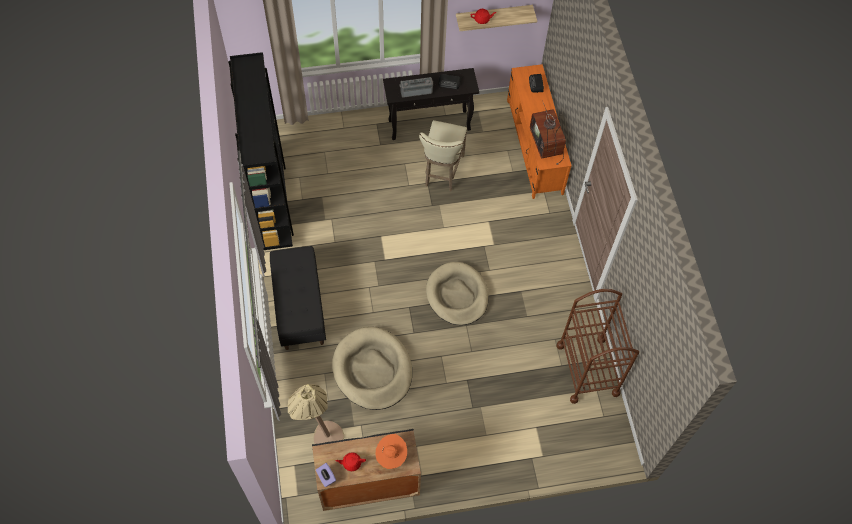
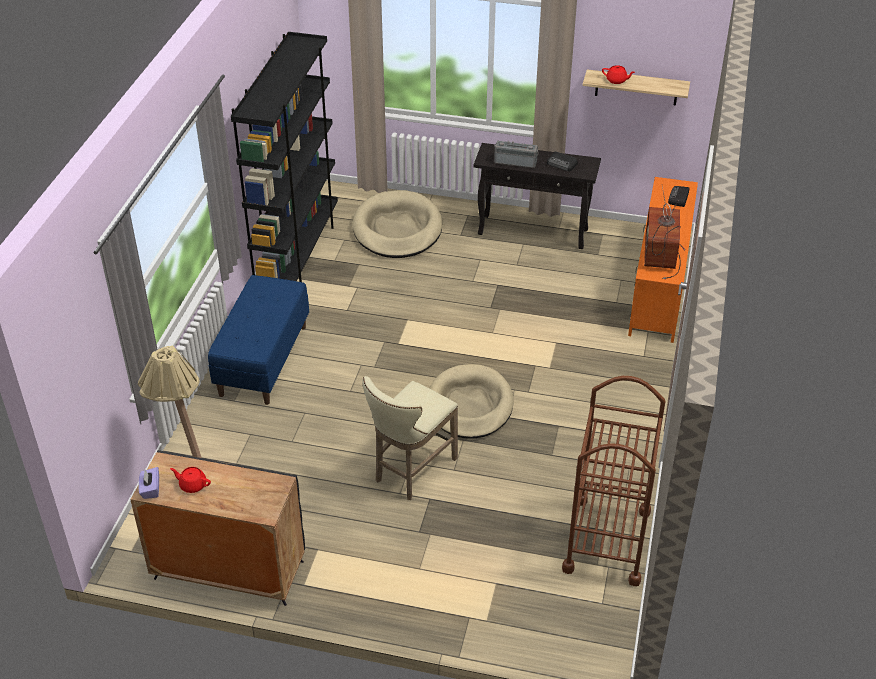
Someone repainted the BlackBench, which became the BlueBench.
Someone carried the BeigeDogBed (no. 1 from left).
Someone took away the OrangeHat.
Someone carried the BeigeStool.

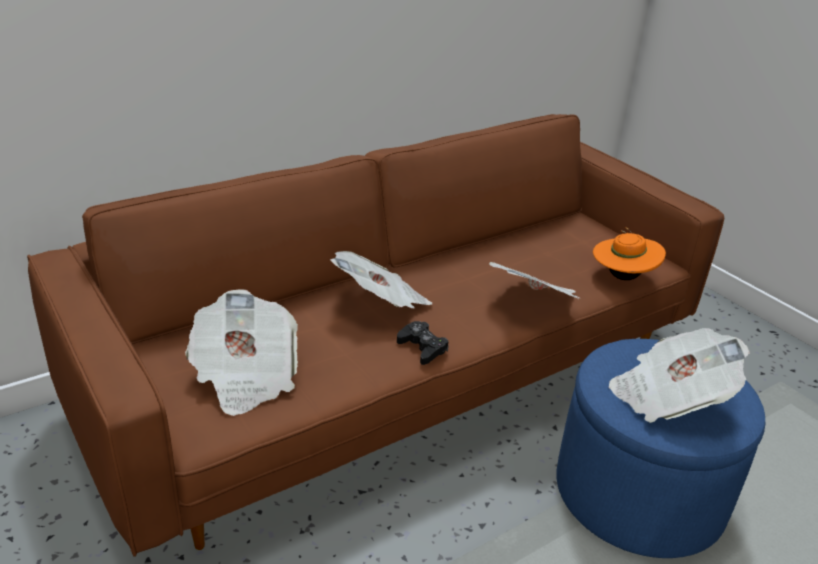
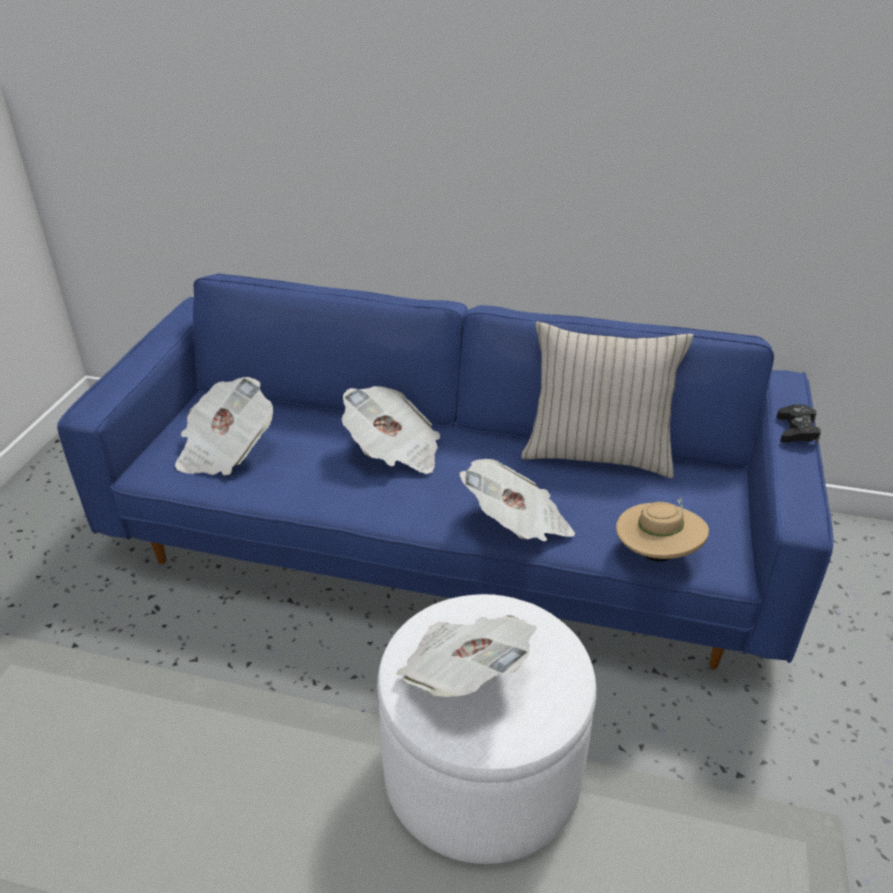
Someone repainted the BrownSofa, which became the BlueSofa.
Someone carried the BlackGameController.
Someone repainted the BlueOttoman, which became the WhiteOttoman.
Someone repainted the OrangeHat, which became the BeigeHat.
Someone put down the BeigePillow.

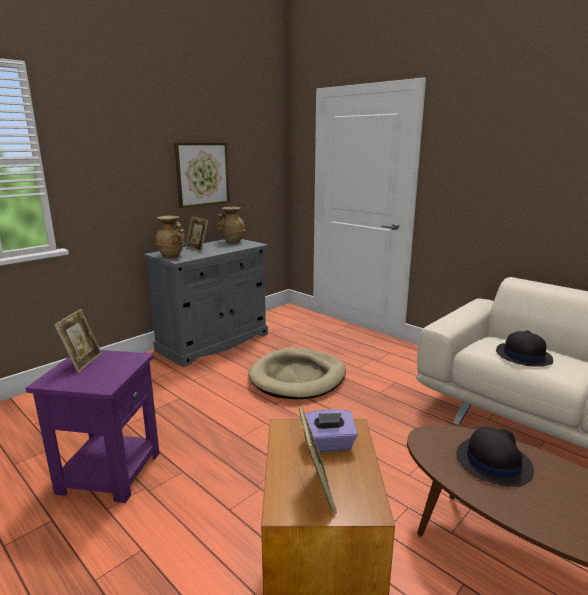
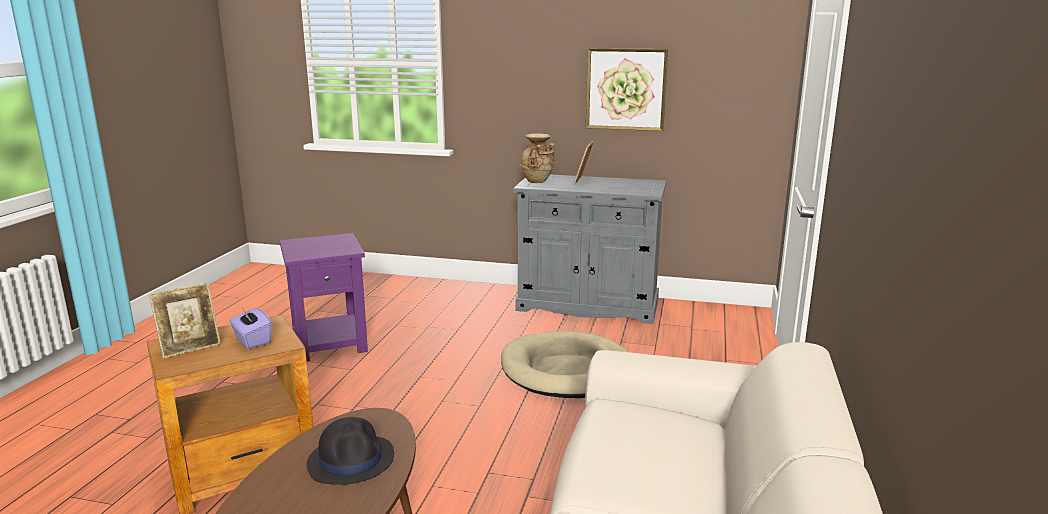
Someone took away the PictureFrame (no. 1 from left).
Someone took away the BeigeVase (no. 2 from left).
Someone took away the BlackHat (no. 2 from left).

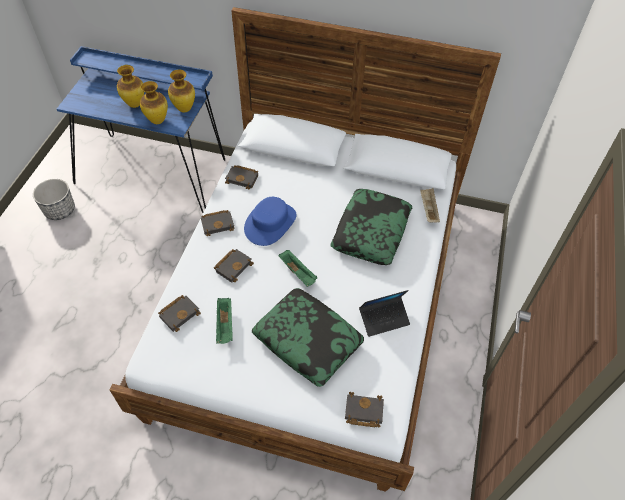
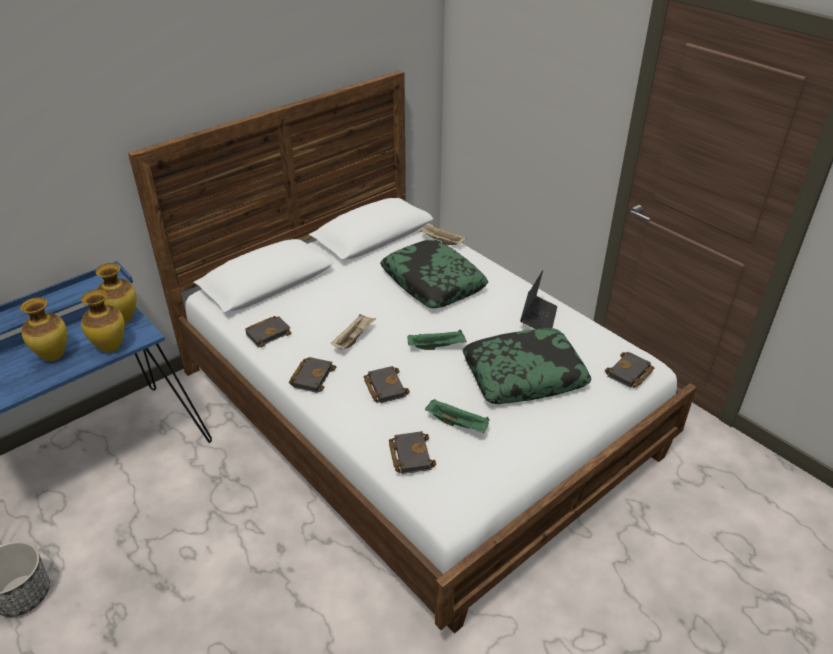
Someone swapped the BlueHat for the BeigeTray (no. 1 from left).

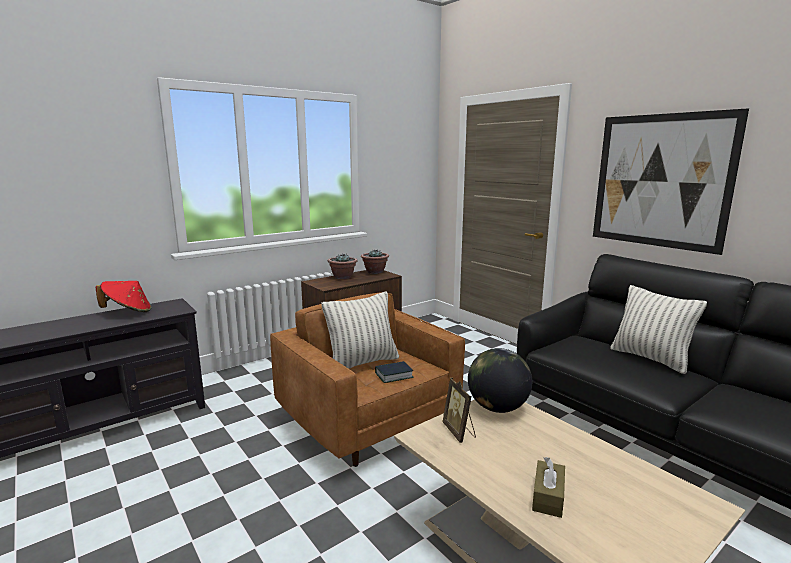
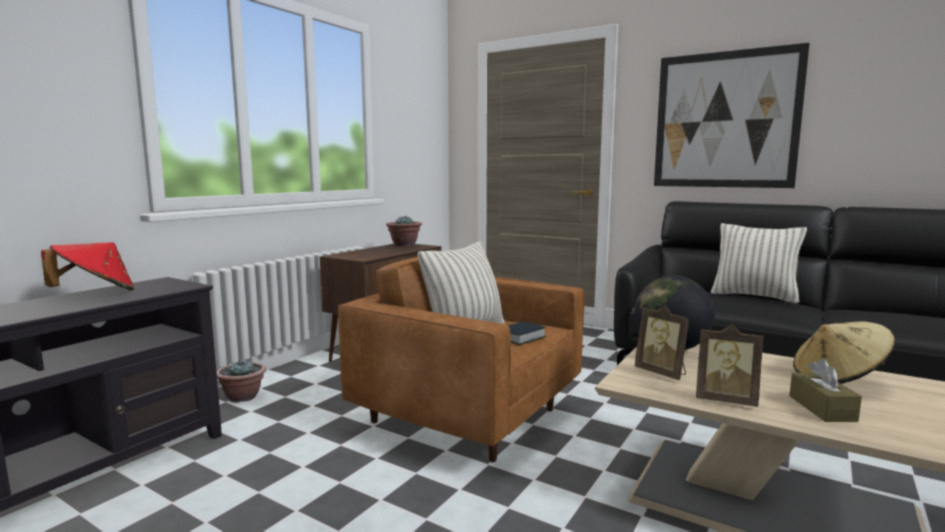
Someone carried the PottedPlant (no. 1 from left).
Someone put down the PictureFrame (no. 2 from left).
Someone put down the BeigeHat.

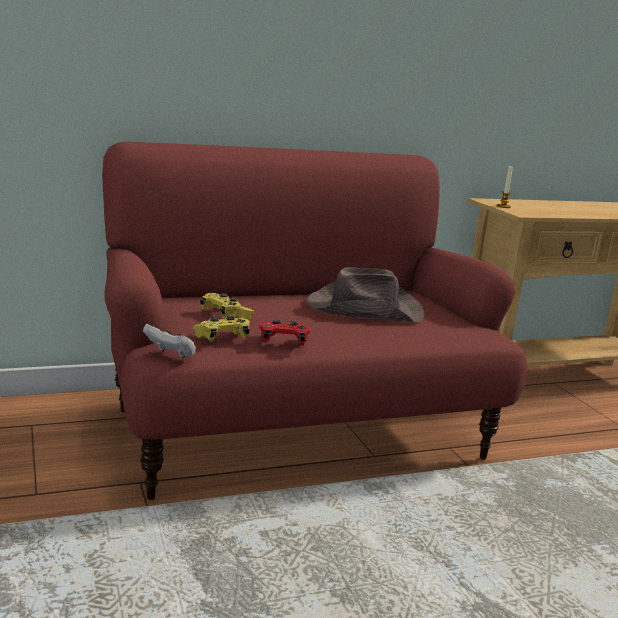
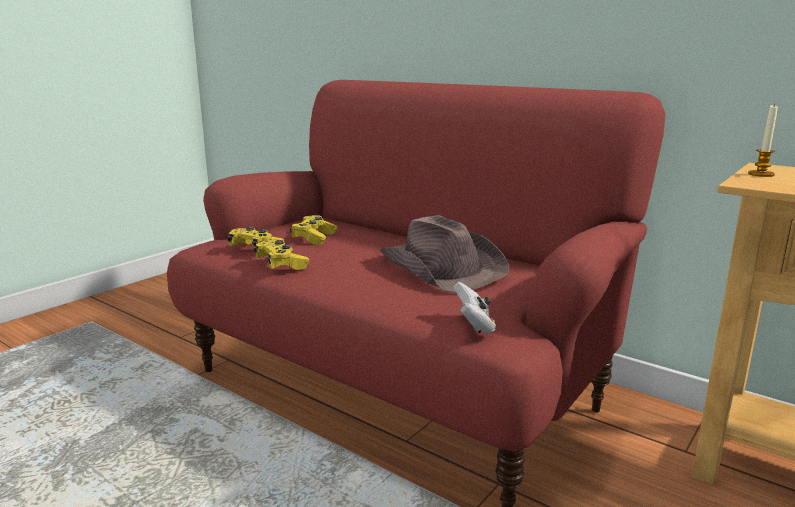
Someone carried the WhiteGameController.
Someone repainted the RedGameController, which became the YellowGameController (no. 2 from left).

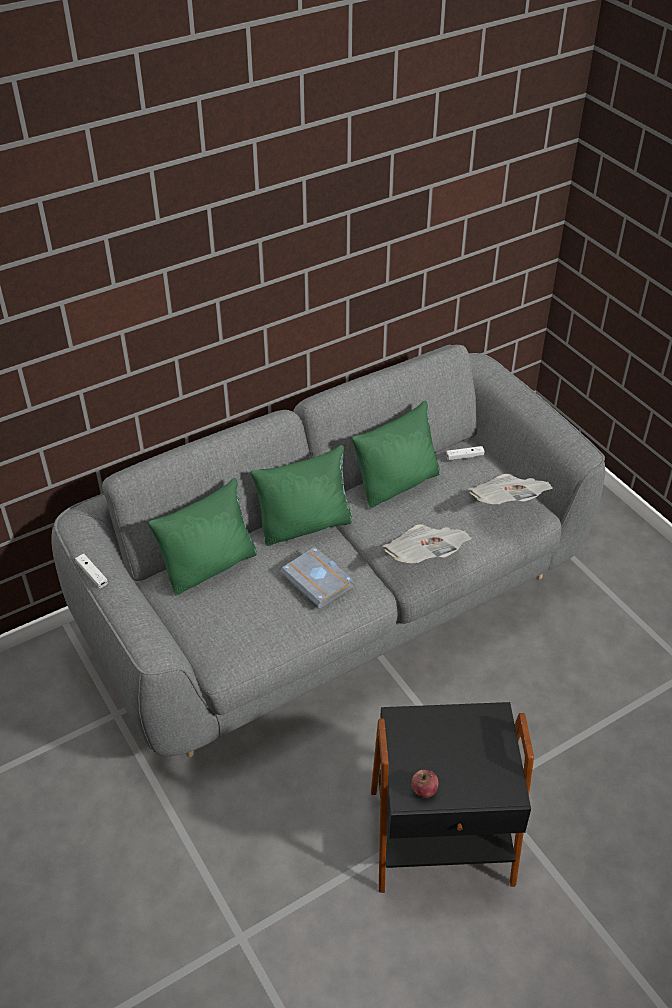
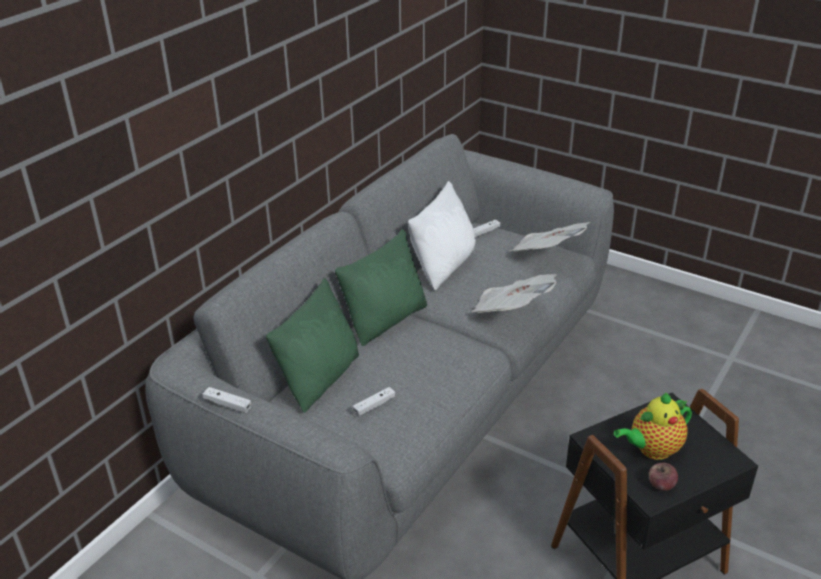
Someone took away the GreyBook.
Someone repainted the GreenPillow (no. 3 from left), which became the WhitePillow.
Someone put down the WhiteGameController (no. 2 from left).
Someone put down the Teapot.

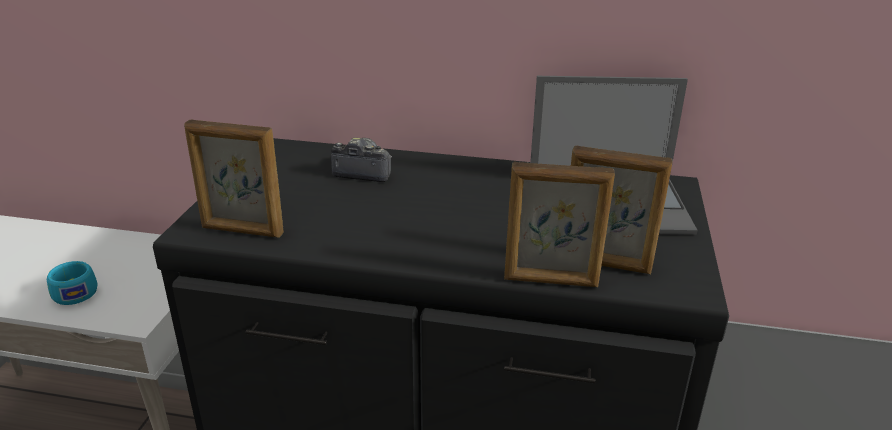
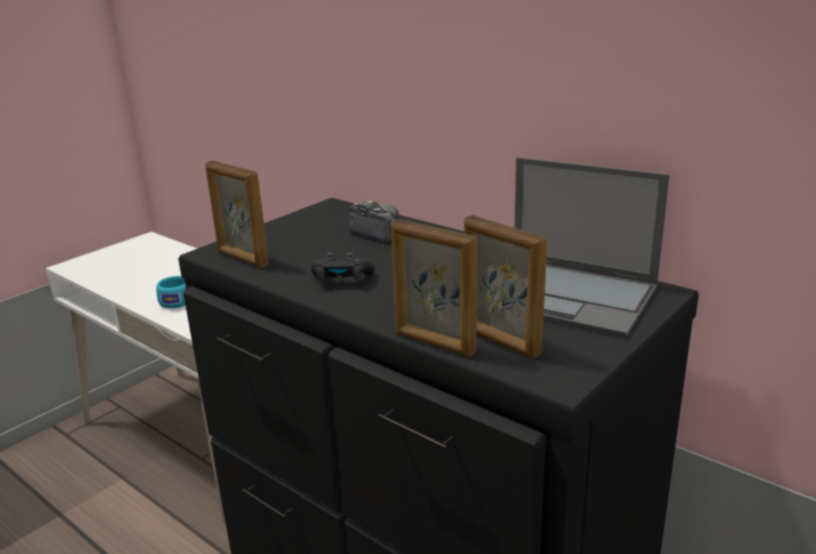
Someone put down the BlackGameController.

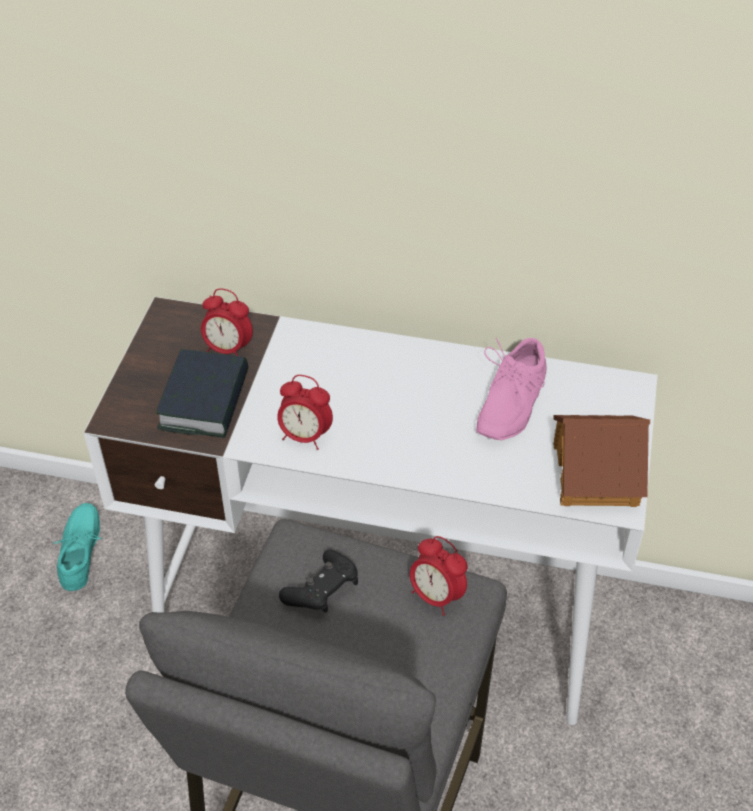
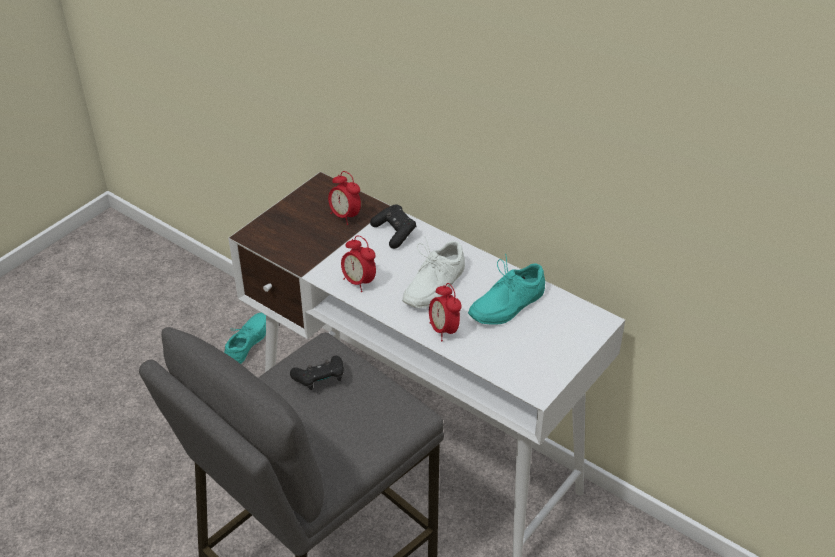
Someone took away the Book.
Someone carried the AlarmClock (no. 3 from left).
Someone repainted the PinkShoe, which became the TurquoiseShoe (no. 2 from left).
Someone took away the ToyHouse.
Someone put down the BlackGameController (no. 2 from left).
Someone put down the WhiteShoe.

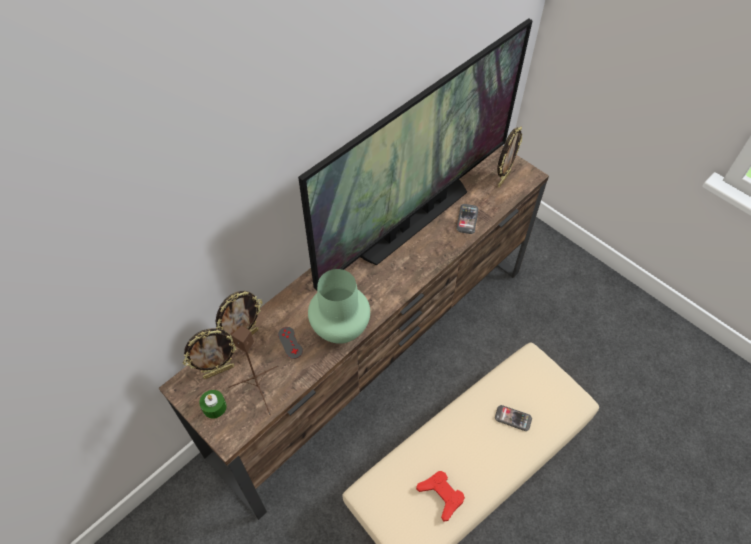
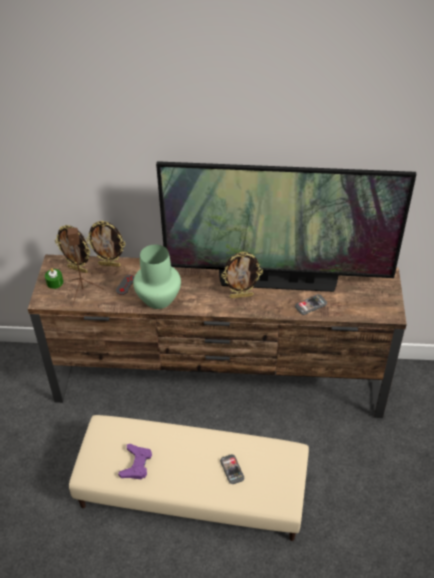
Someone repainted the RedGameController, which became the PurpleGameController.
Someone carried the PictureFrame (no. 3 from left).

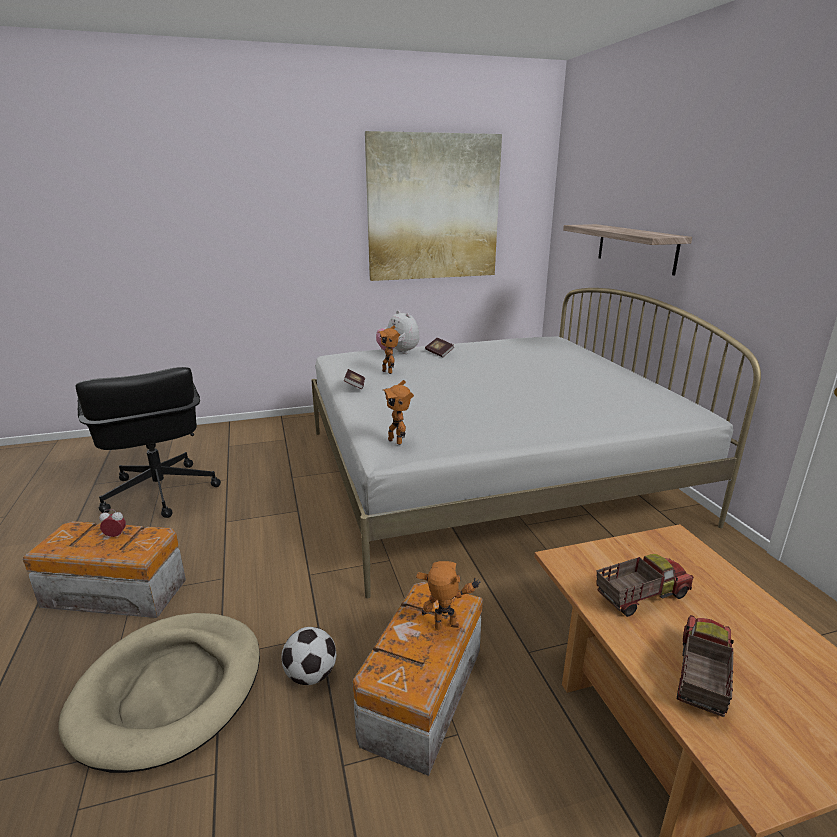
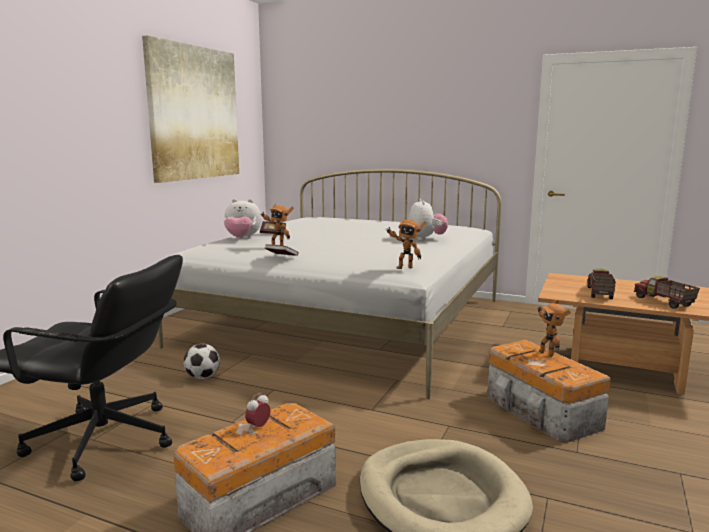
Someone carried the Football.
Someone rotated the ToyRobot (no. 3 from left) by 60 degrees counterclockwise.
Someone took away the Shelf.
Someone put down the PlushToy (no. 2 from left).

